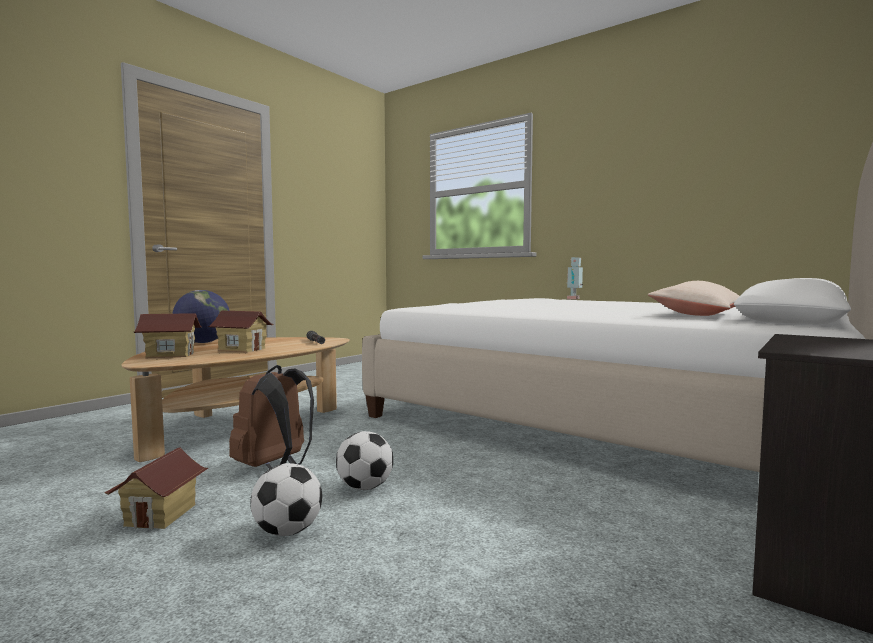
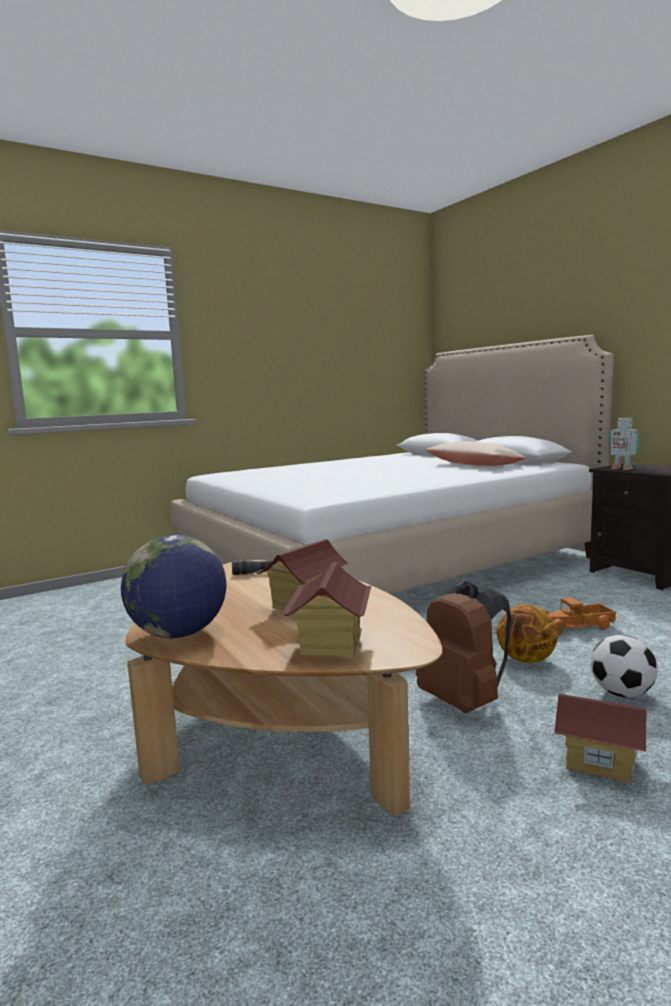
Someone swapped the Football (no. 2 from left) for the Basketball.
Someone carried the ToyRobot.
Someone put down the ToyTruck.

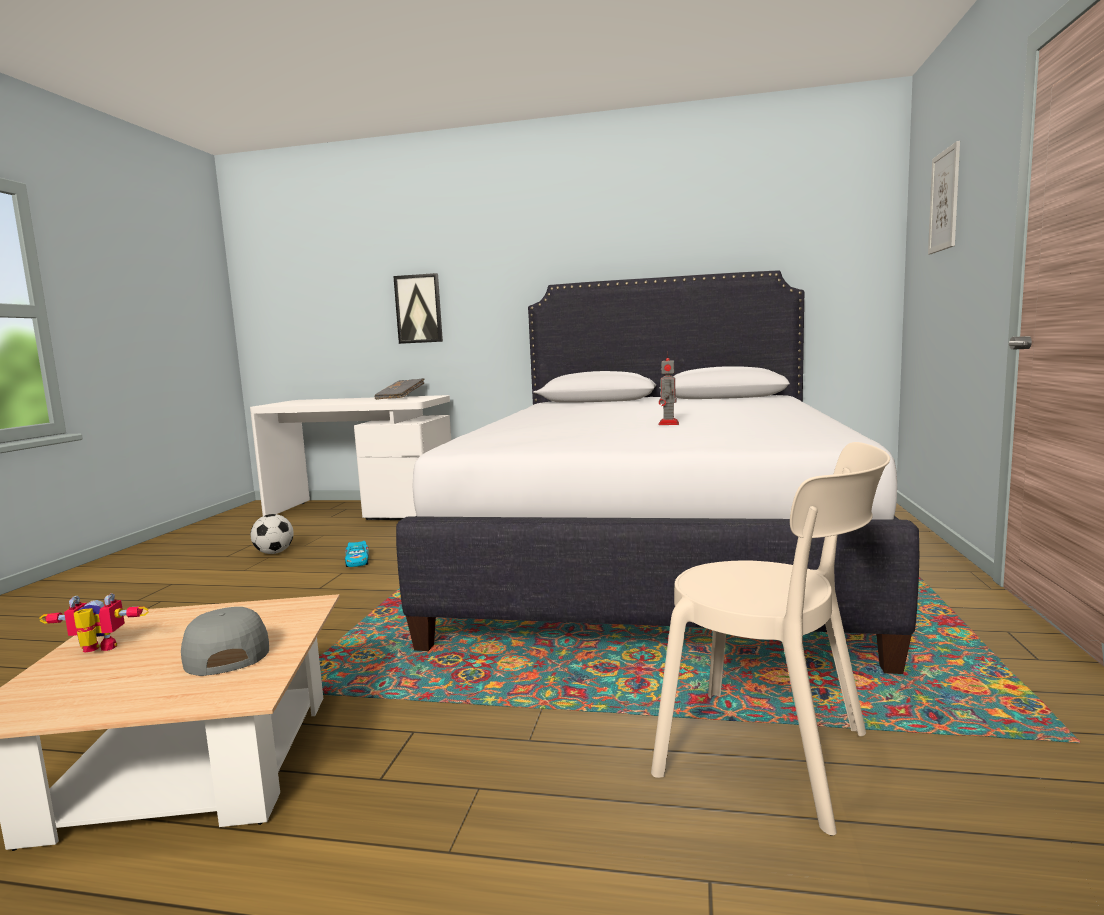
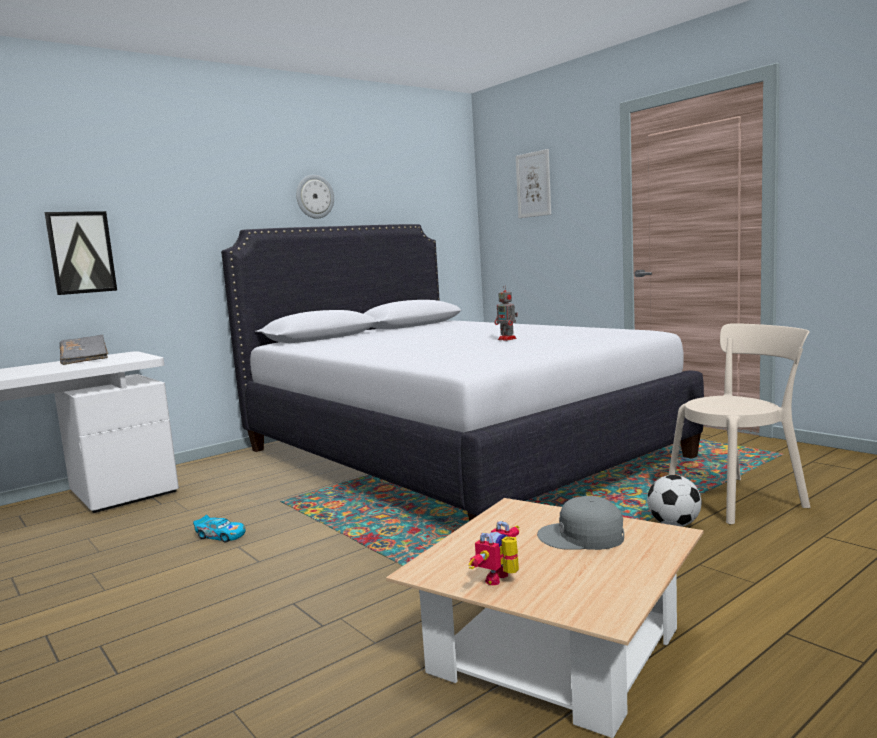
Someone carried the Football.
Someone put up the WallClock.

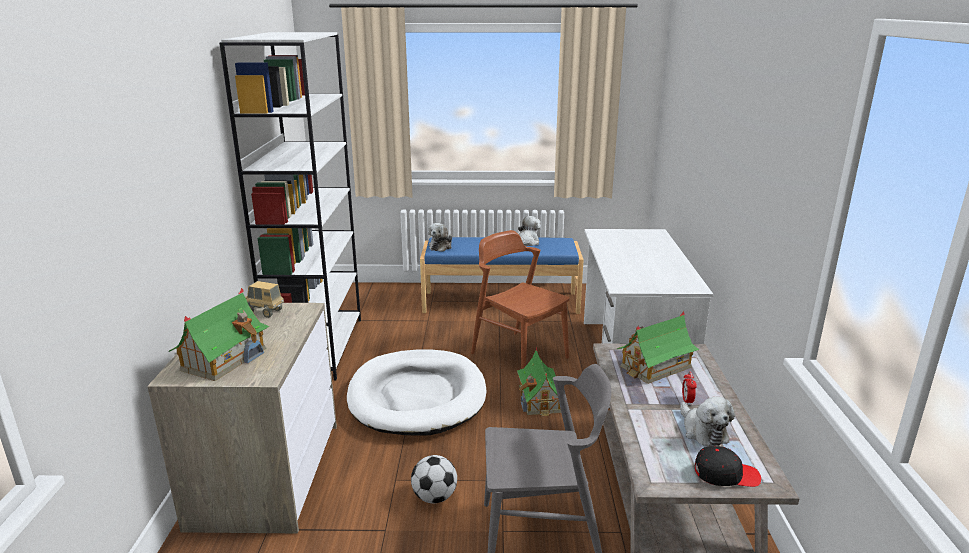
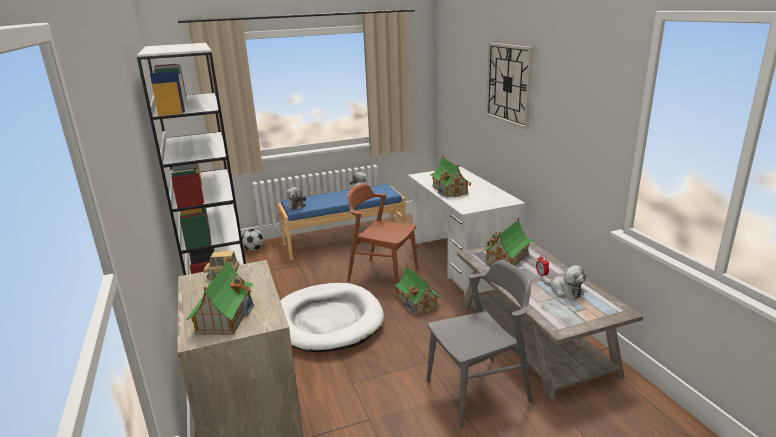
Someone carried the Football.
Someone took away the BlackCap.
Someone put down the ToyHouse (no. 3 from left).
Someone put up the WallClock.

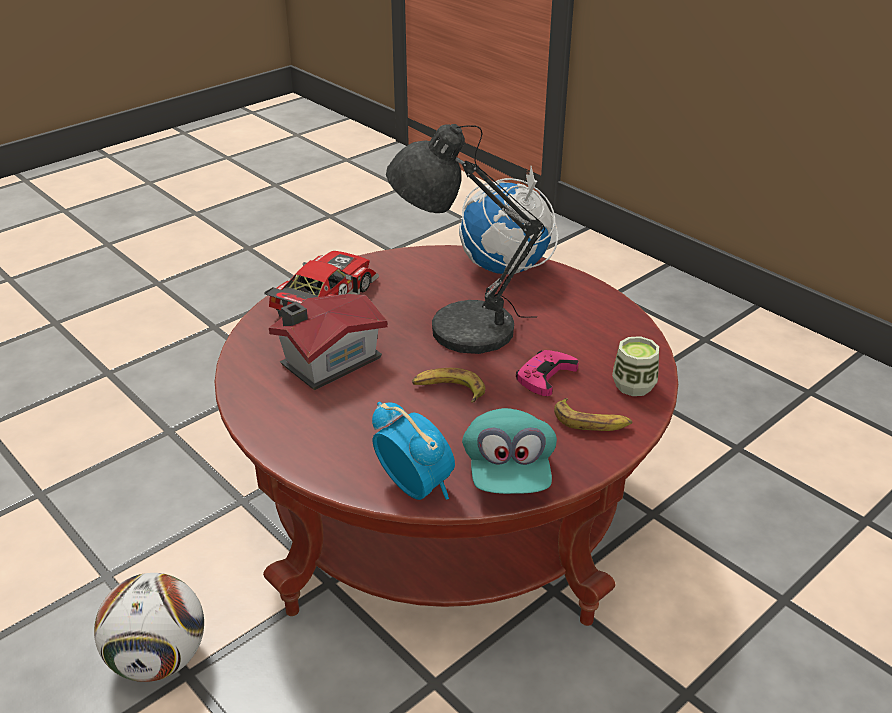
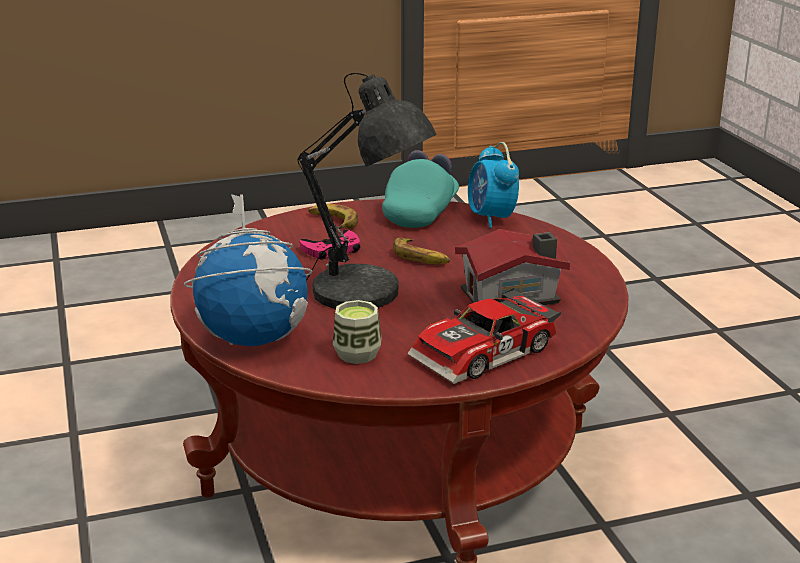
Someone took away the Football.
Someone carried the Cup.

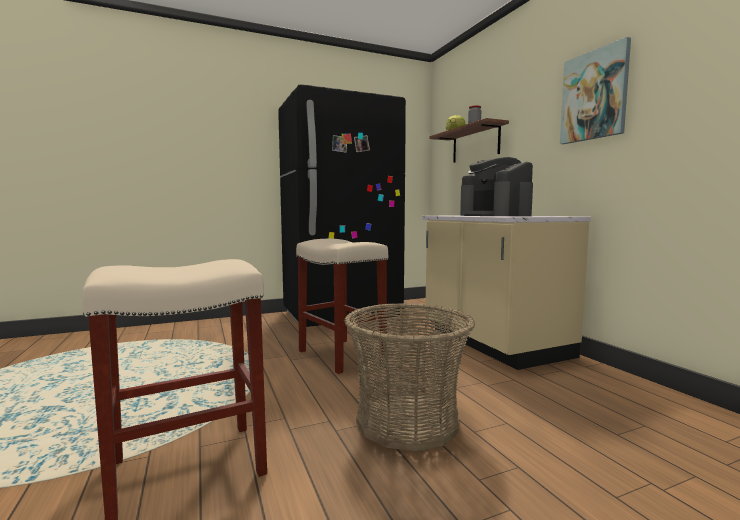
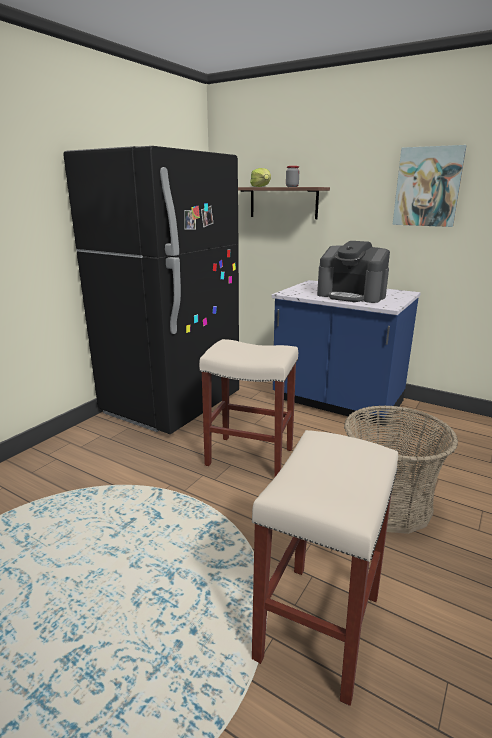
Someone repainted the BeigeCounter, which became the BlueCounter.

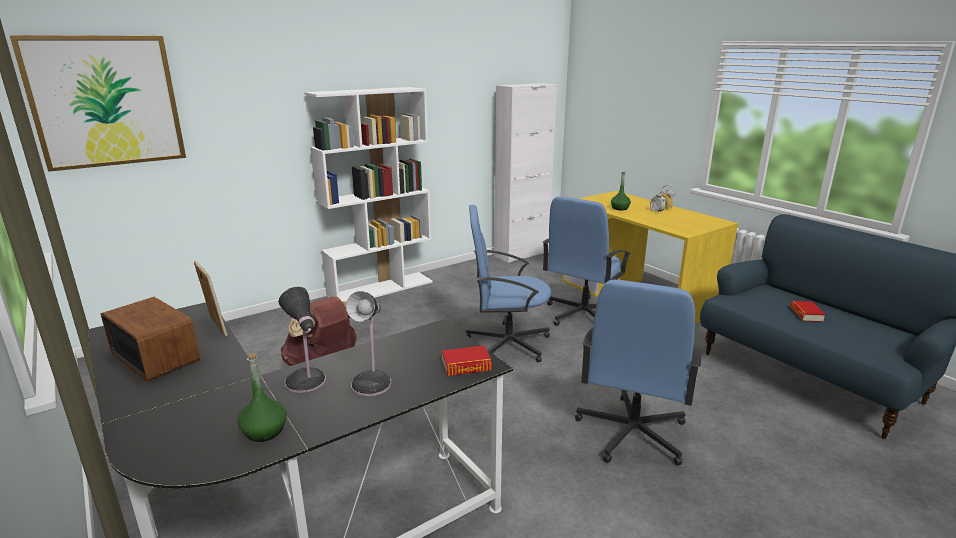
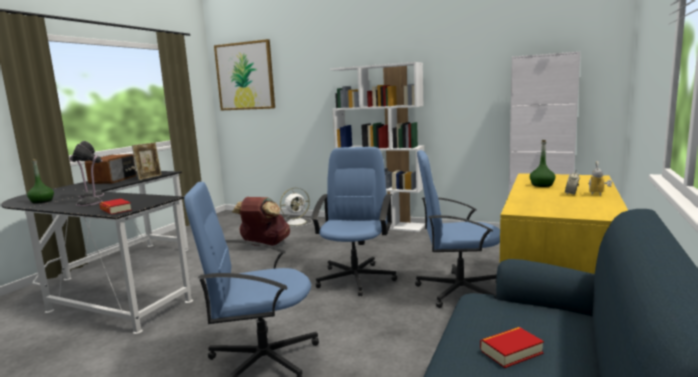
Someone rotated the BlueOfficeChair (no. 1 from left in the first image) by 45 degrees clockwise.
Someone put down the WhiteFan.

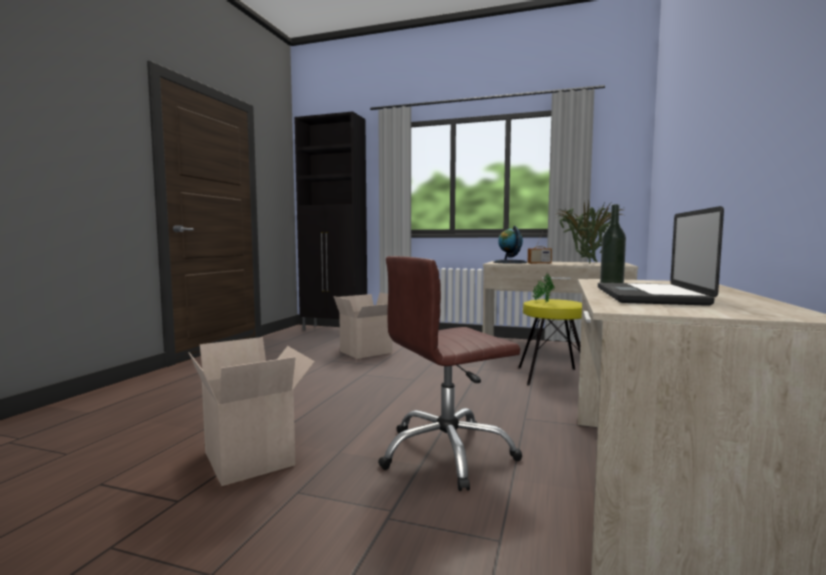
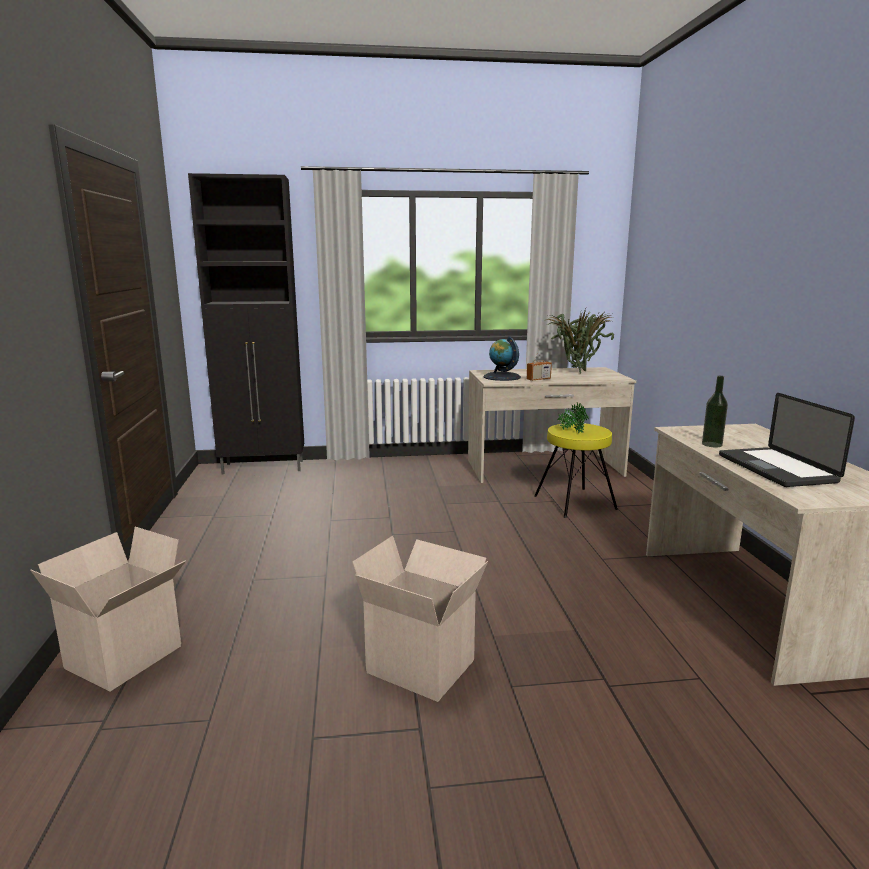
Someone carried the CardboardBox (no. 2 from left in the first image).
Someone took away the BrownOfficeChair.

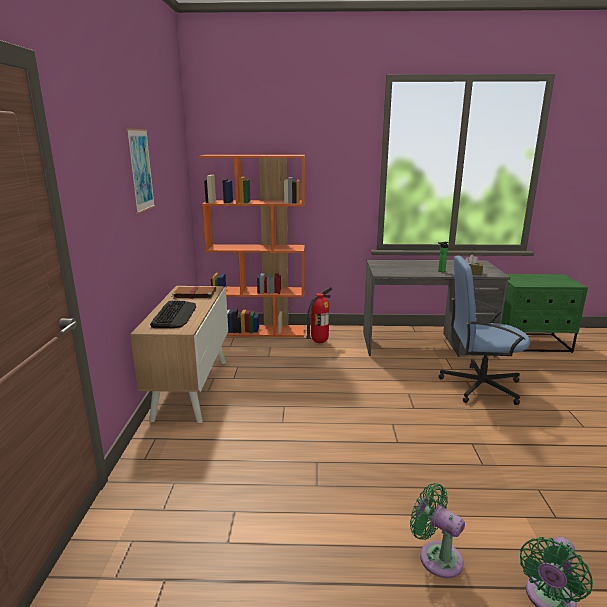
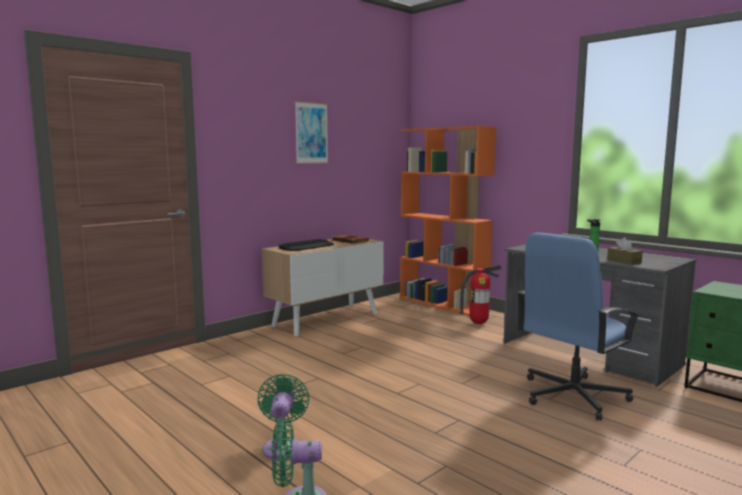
Someone rotated the BlueOfficeChair by 90 degrees counterclockwise.

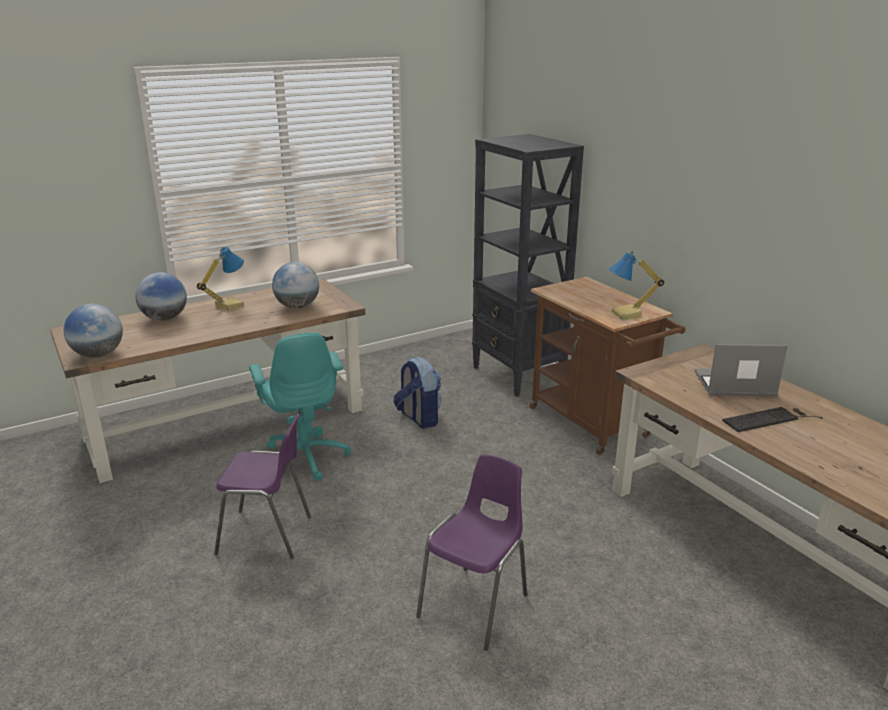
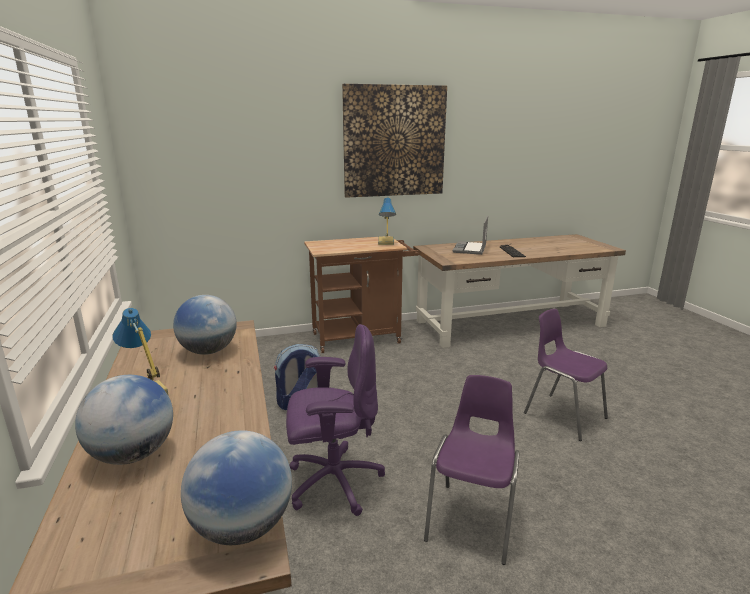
Someone repainted the TurquoiseOfficeChair, which became the PurpleOfficeChair.
Someone took away the BlackBookcase.
Someone put up the Picture.

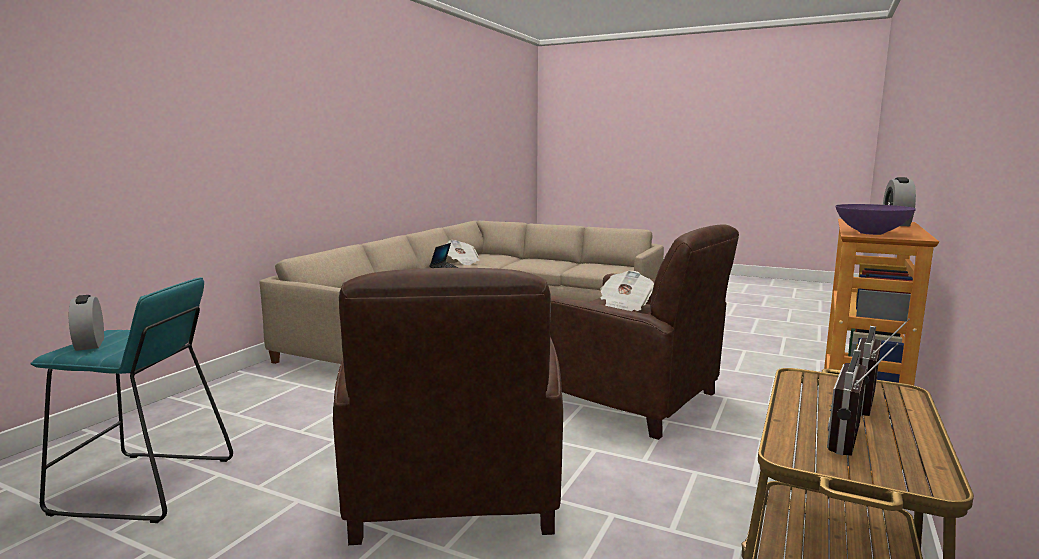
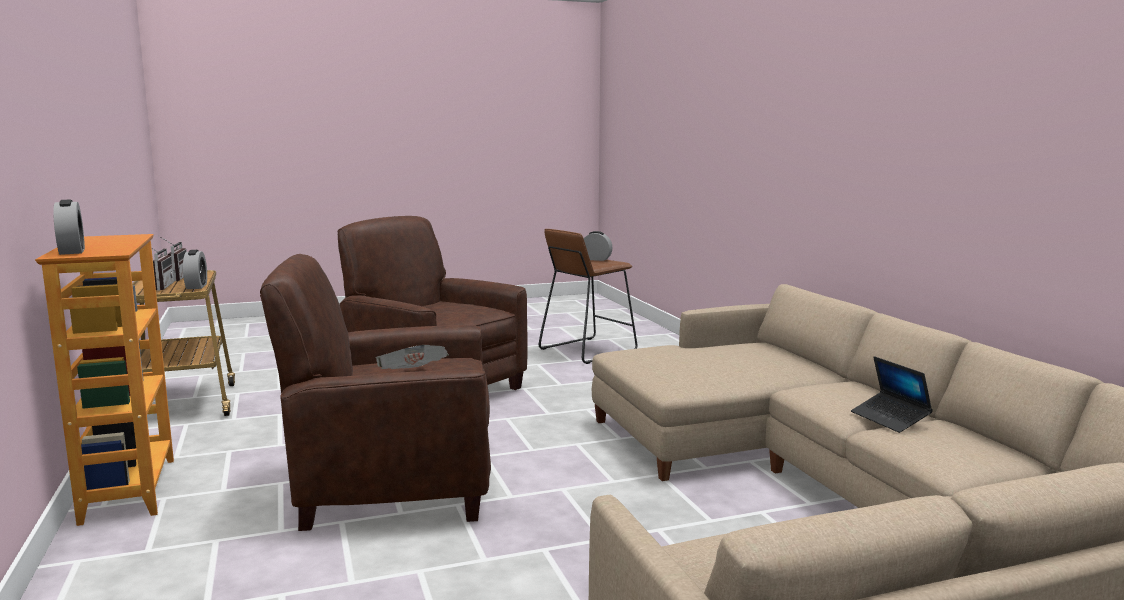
Someone repainted the TurquoiseStool, which became the BrownStool.
Someone took away the Newspaper (no. 1 from left).
Someone took away the PurpleBowl.
Someone put down the AlarmClock (no. 2 from left).

